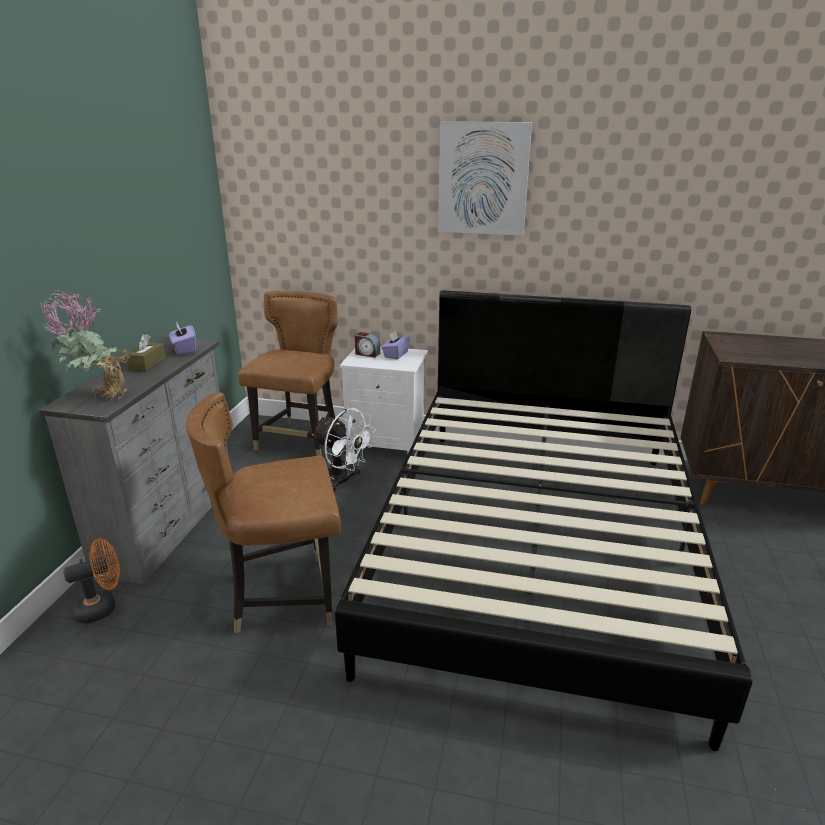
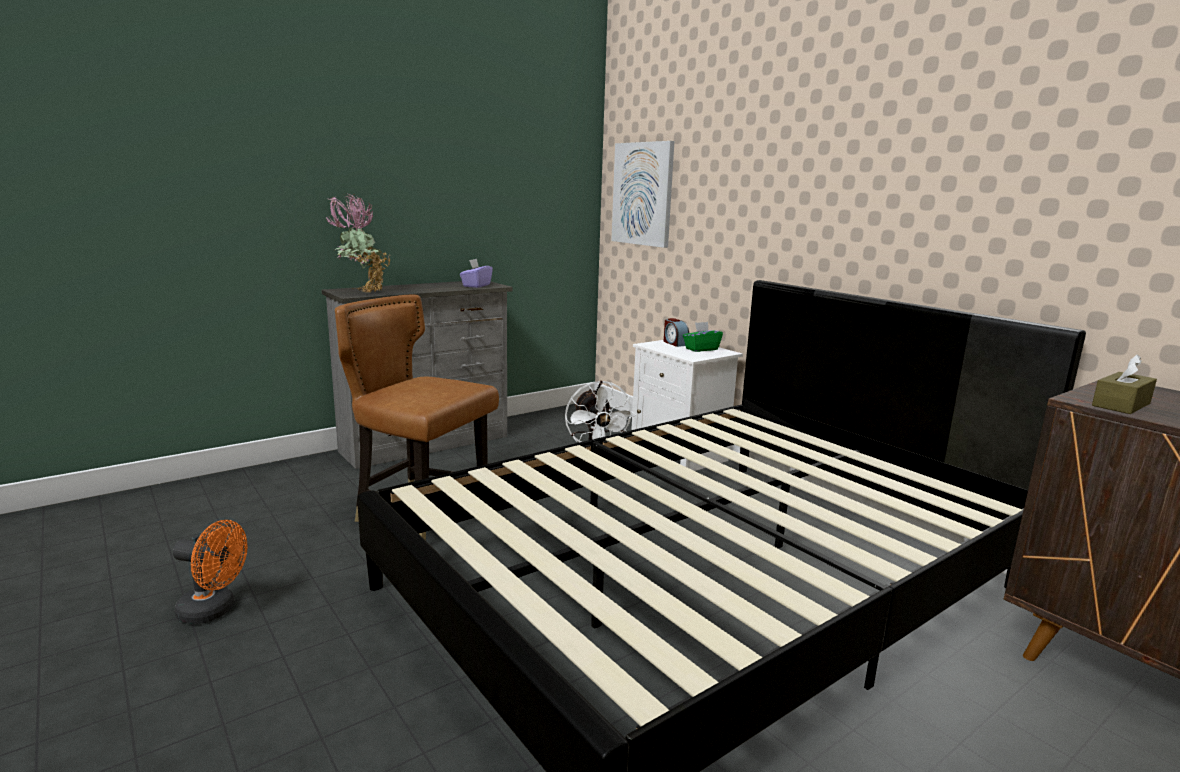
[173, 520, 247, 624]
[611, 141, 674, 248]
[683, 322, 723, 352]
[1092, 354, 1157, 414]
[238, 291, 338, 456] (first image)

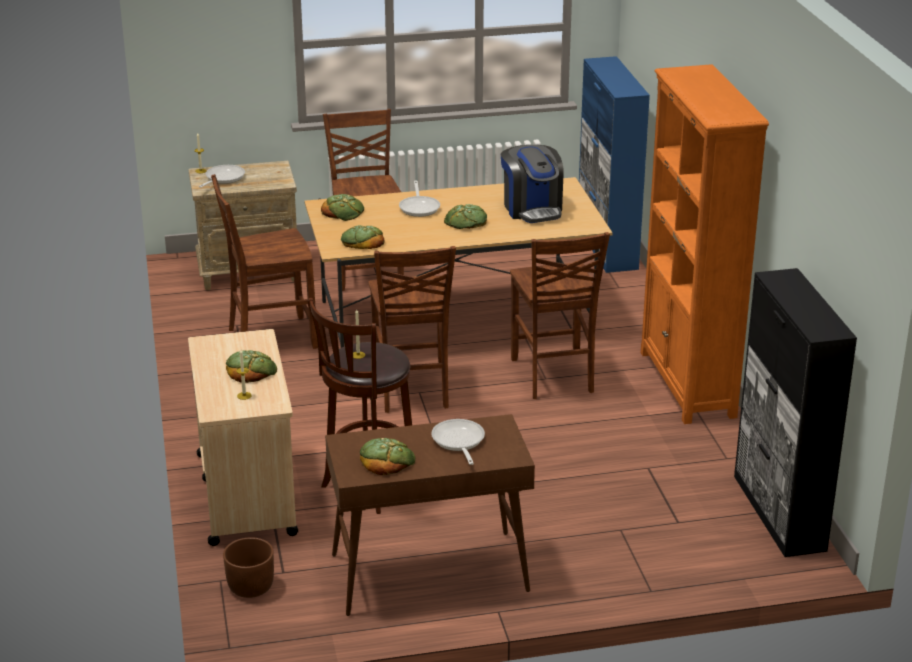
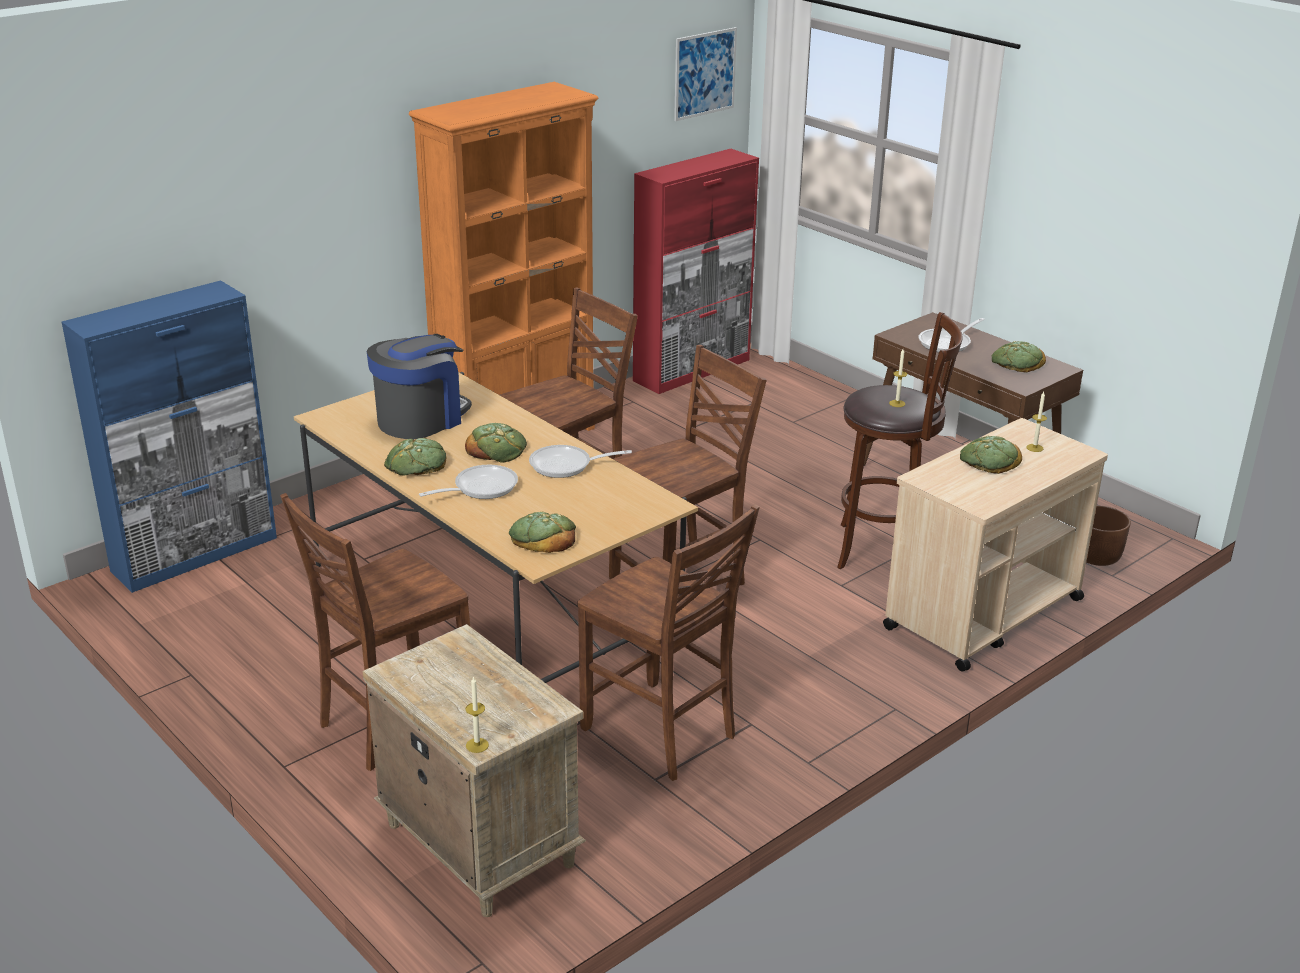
[384, 438, 447, 476]
[529, 445, 632, 478]
[633, 149, 759, 394]
[674, 27, 737, 121]

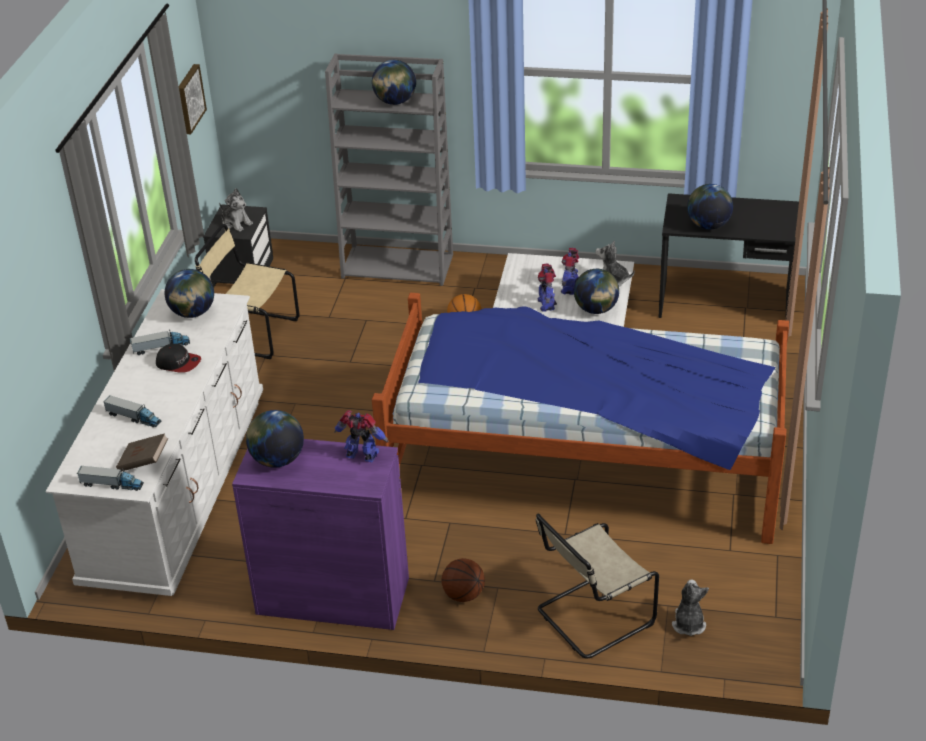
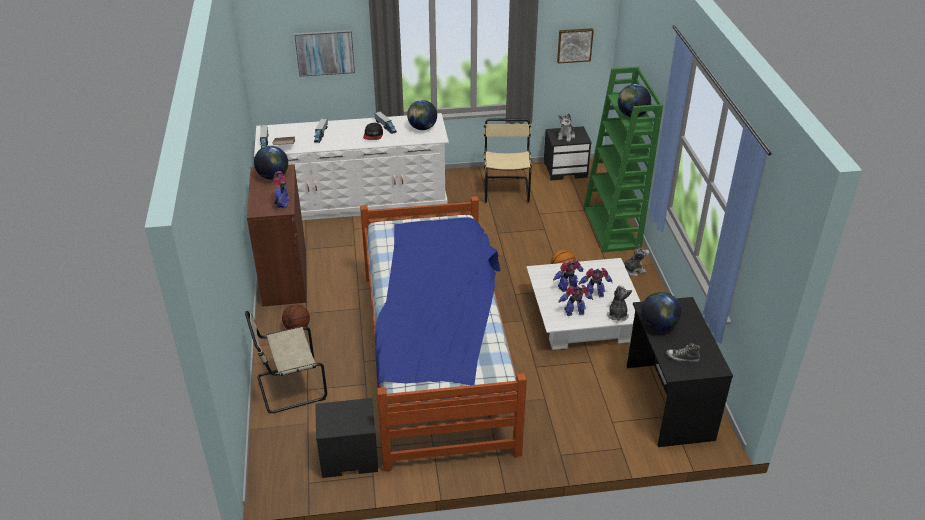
[245, 311, 327, 413]
[247, 164, 307, 306]
[294, 30, 355, 77]
[315, 398, 378, 478]
[558, 285, 593, 316]
[583, 67, 663, 253]
[624, 244, 650, 276]
[666, 343, 700, 362]

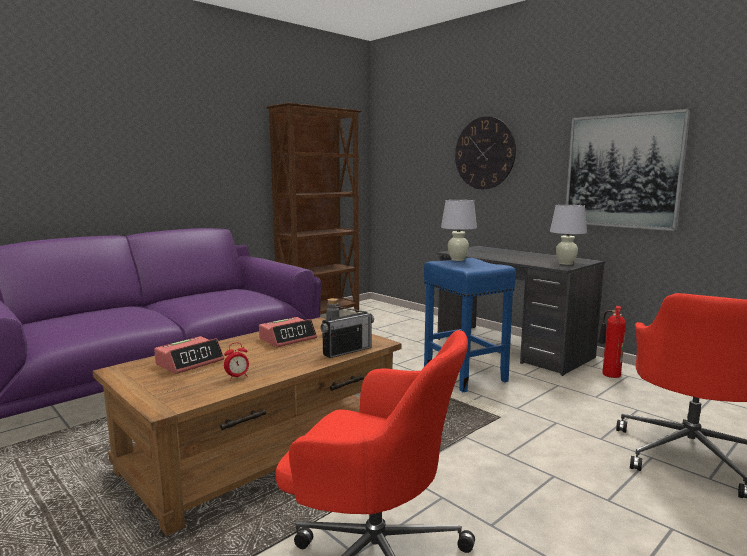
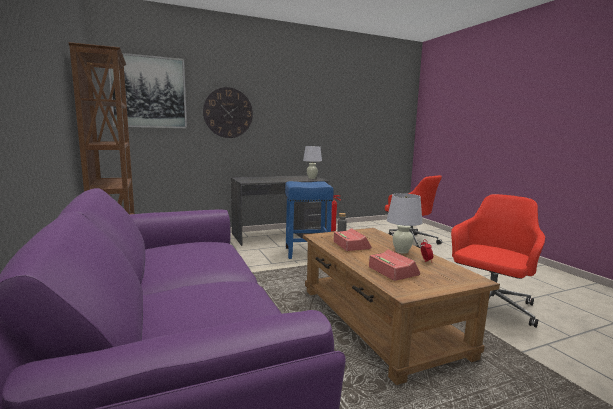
[108, 53, 187, 128]
[387, 193, 422, 254]
[320, 305, 374, 358] (first image)

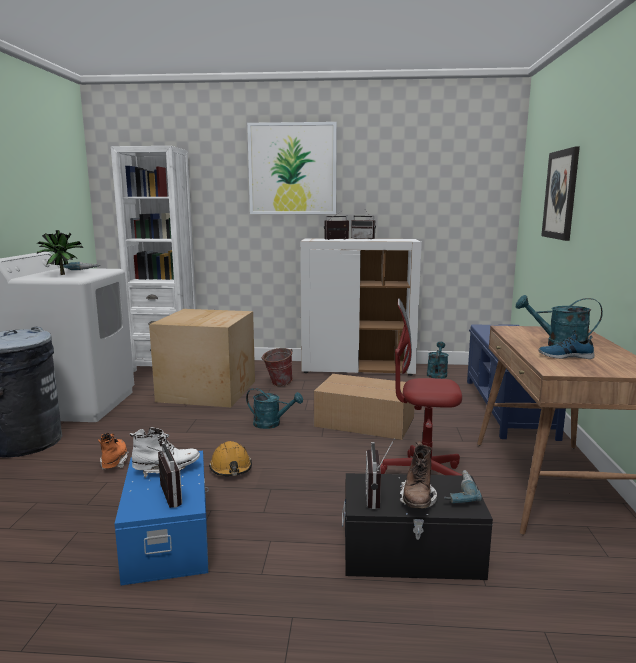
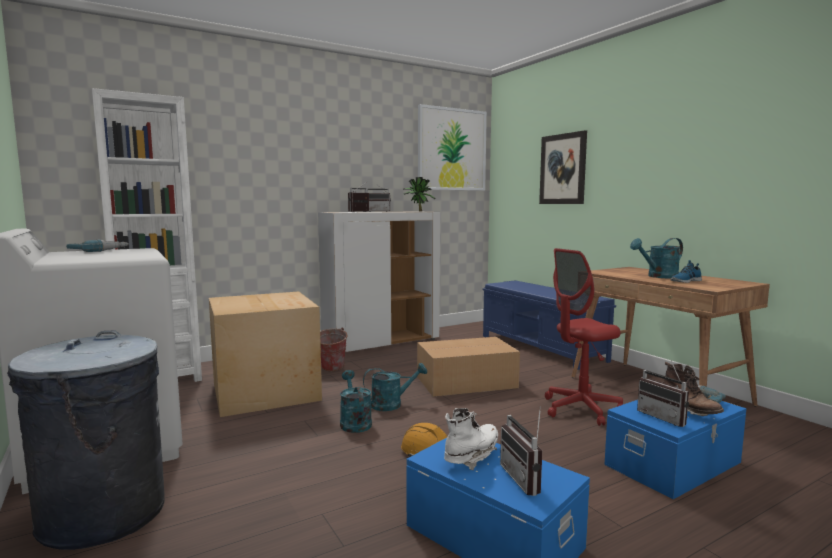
[340, 370, 372, 433]
[403, 177, 435, 212]
[418, 104, 487, 191]
[500, 407, 542, 496]
[604, 400, 746, 499]
[98, 433, 129, 469] (first image)

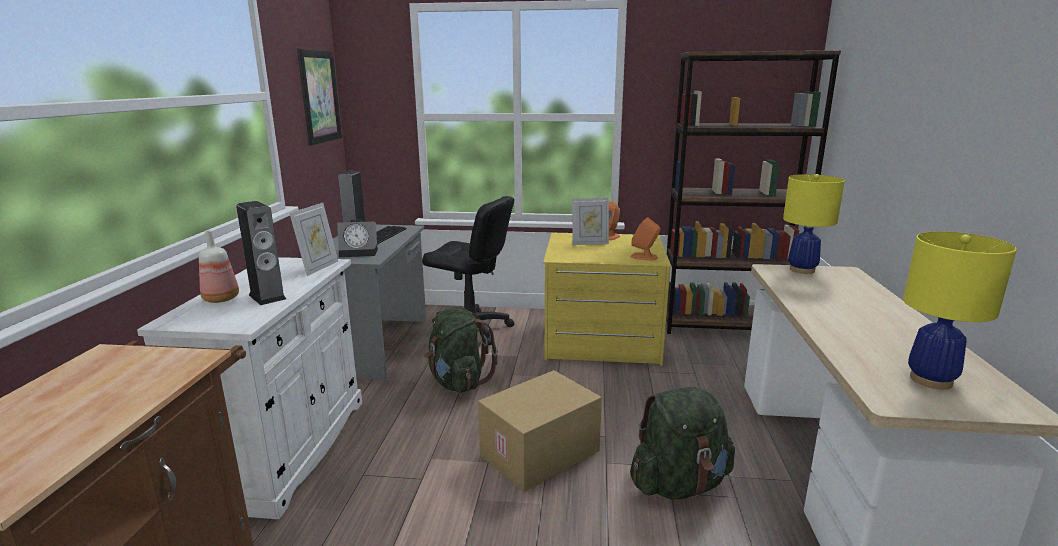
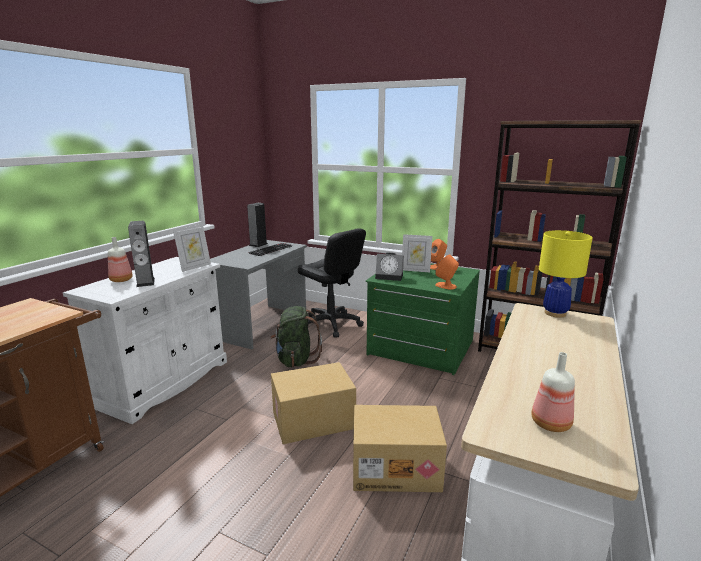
[353, 405, 447, 492]
[365, 264, 480, 375]
[375, 253, 404, 281]
[531, 352, 575, 432]
[297, 49, 342, 145] (first image)

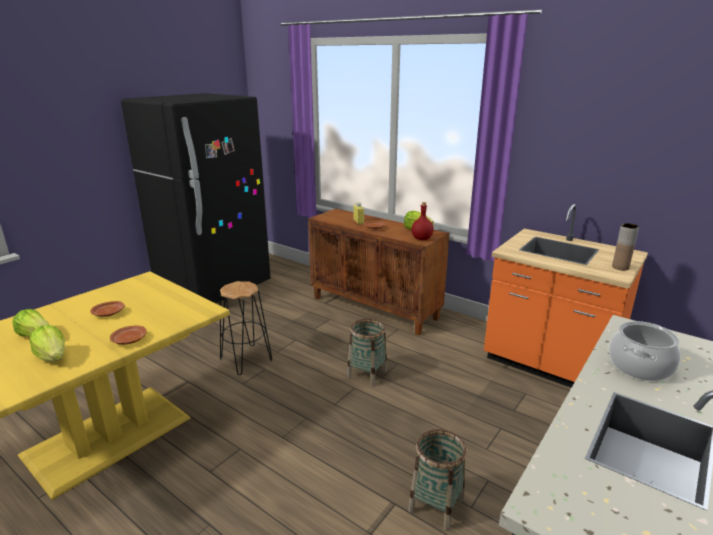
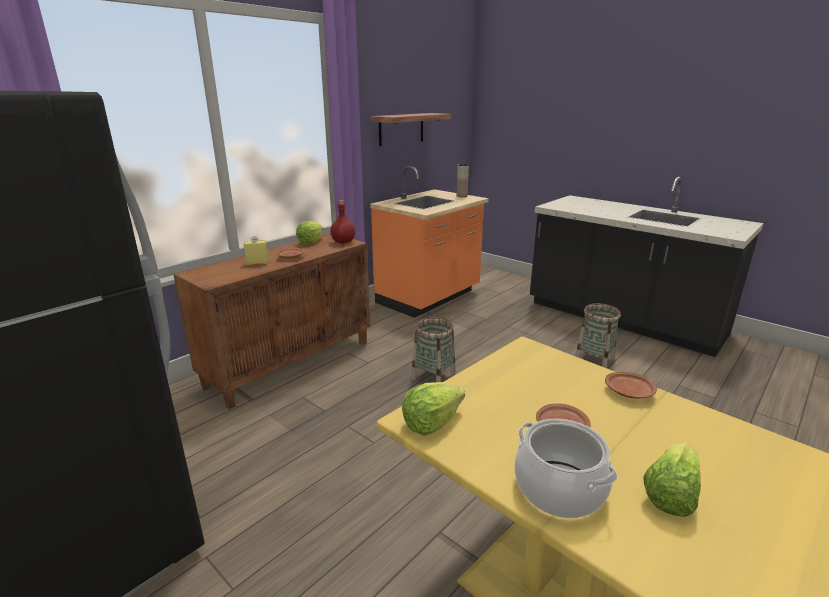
[371, 113, 451, 146]
[402, 382, 465, 436]
[514, 419, 618, 518]
[220, 281, 272, 375] (first image)

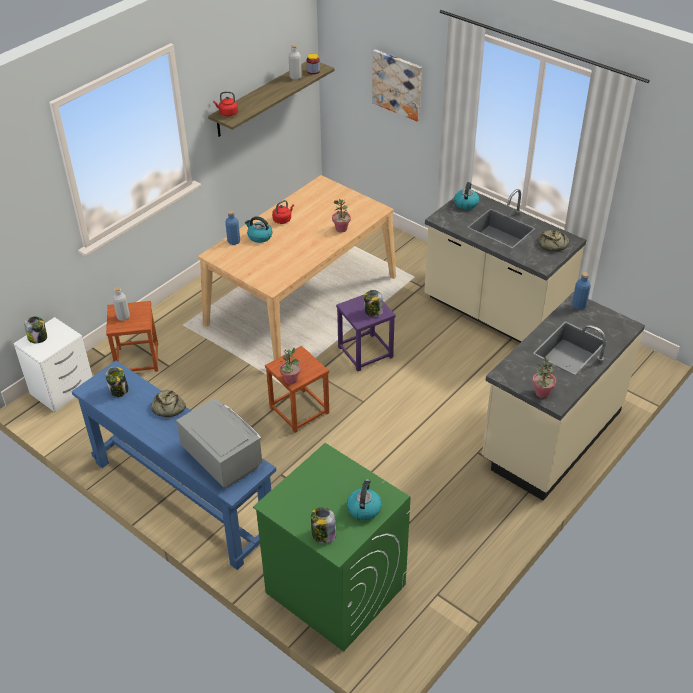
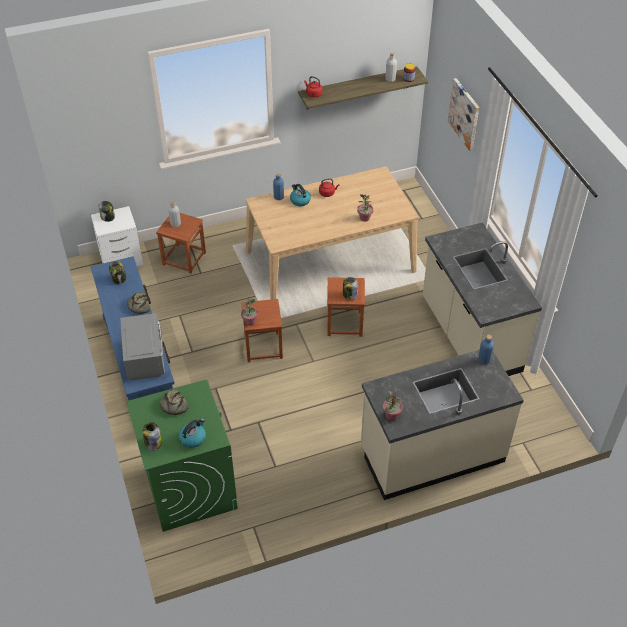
[160, 389, 189, 415]
[327, 277, 365, 337]
[454, 182, 479, 210] (first image)

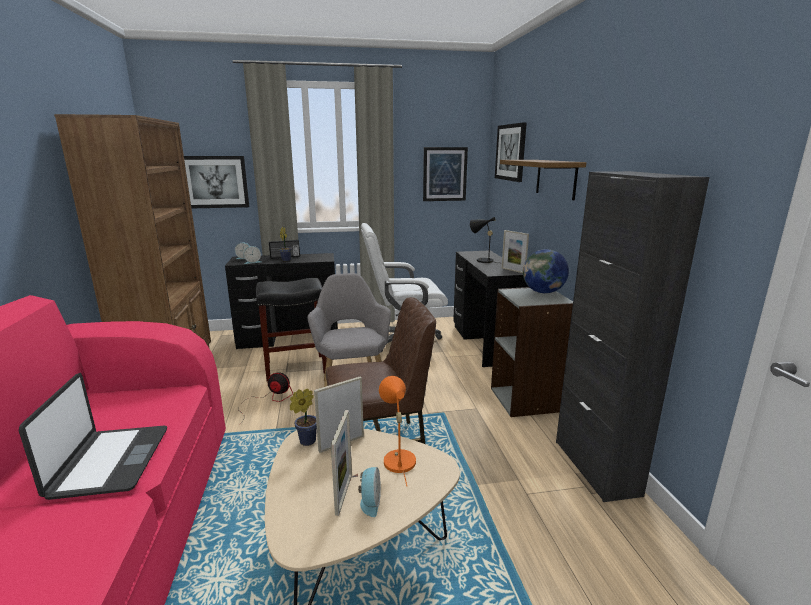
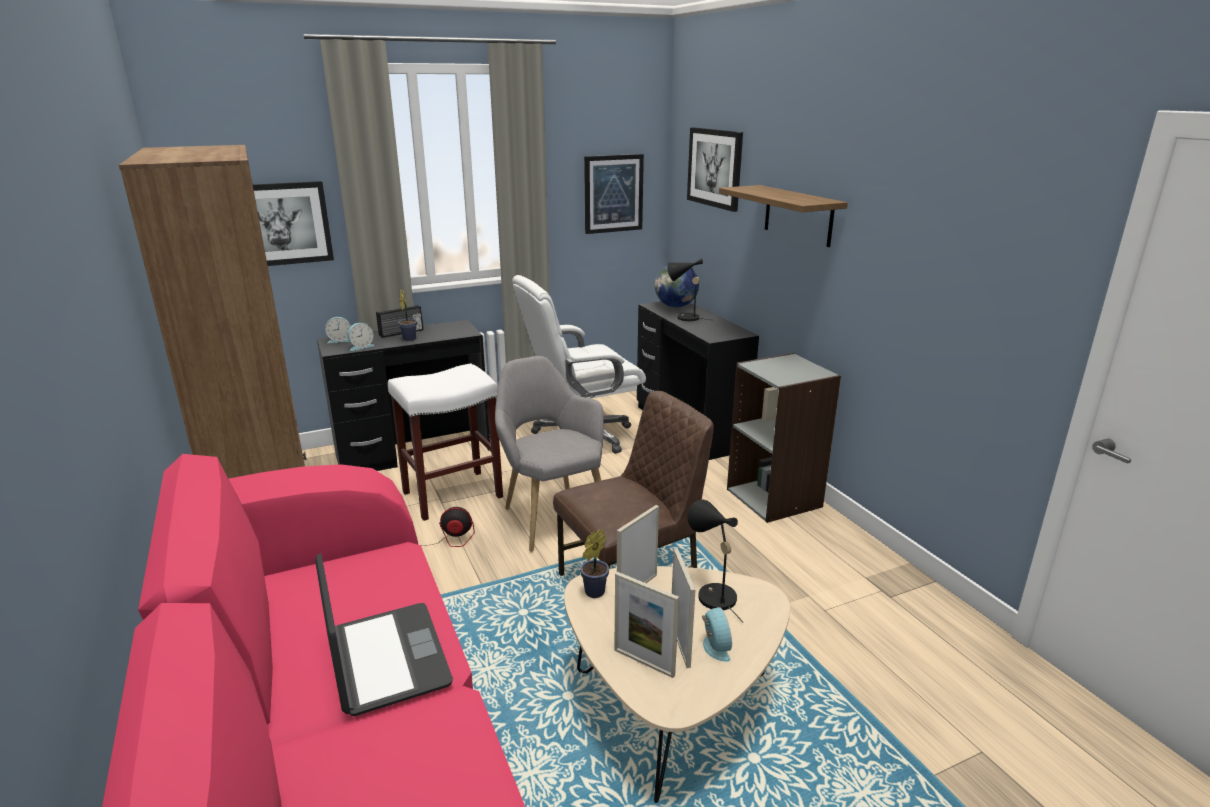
[388, 364, 503, 521]
[615, 572, 679, 678]
[655, 266, 699, 307]
[687, 499, 744, 623]
[556, 171, 710, 502] (first image)

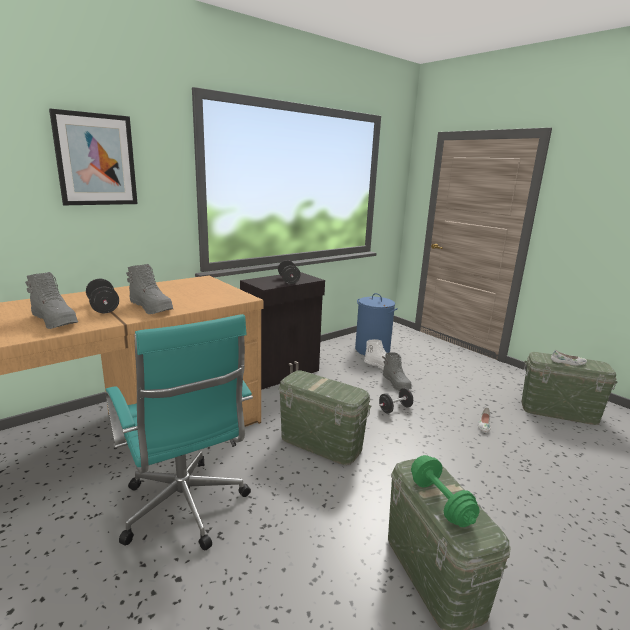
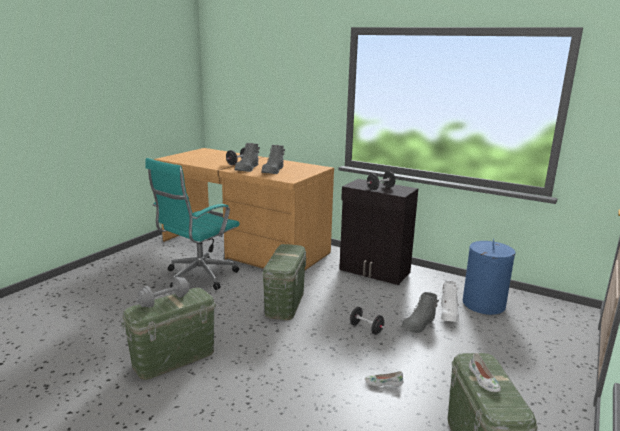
[136, 277, 190, 308]
[261, 145, 285, 174]
[49, 109, 138, 205] (first image)

